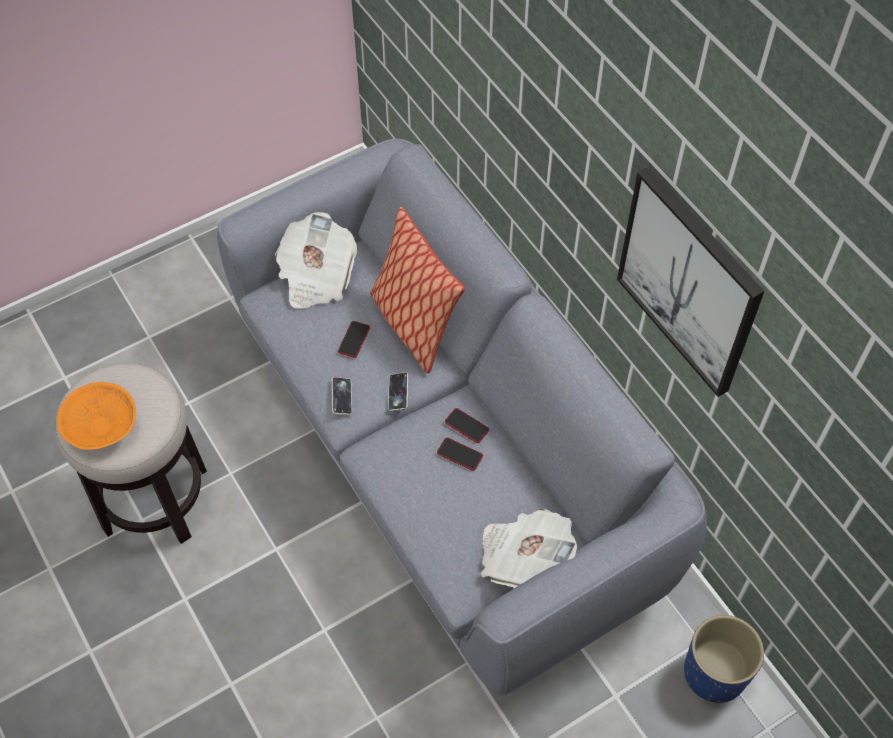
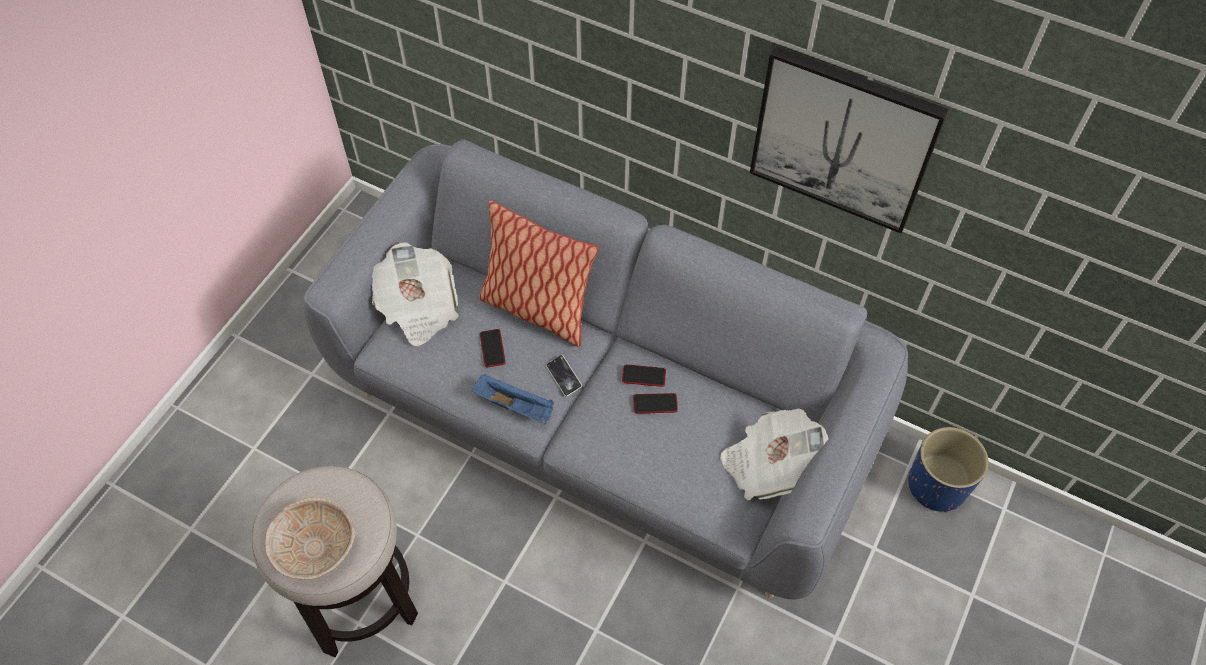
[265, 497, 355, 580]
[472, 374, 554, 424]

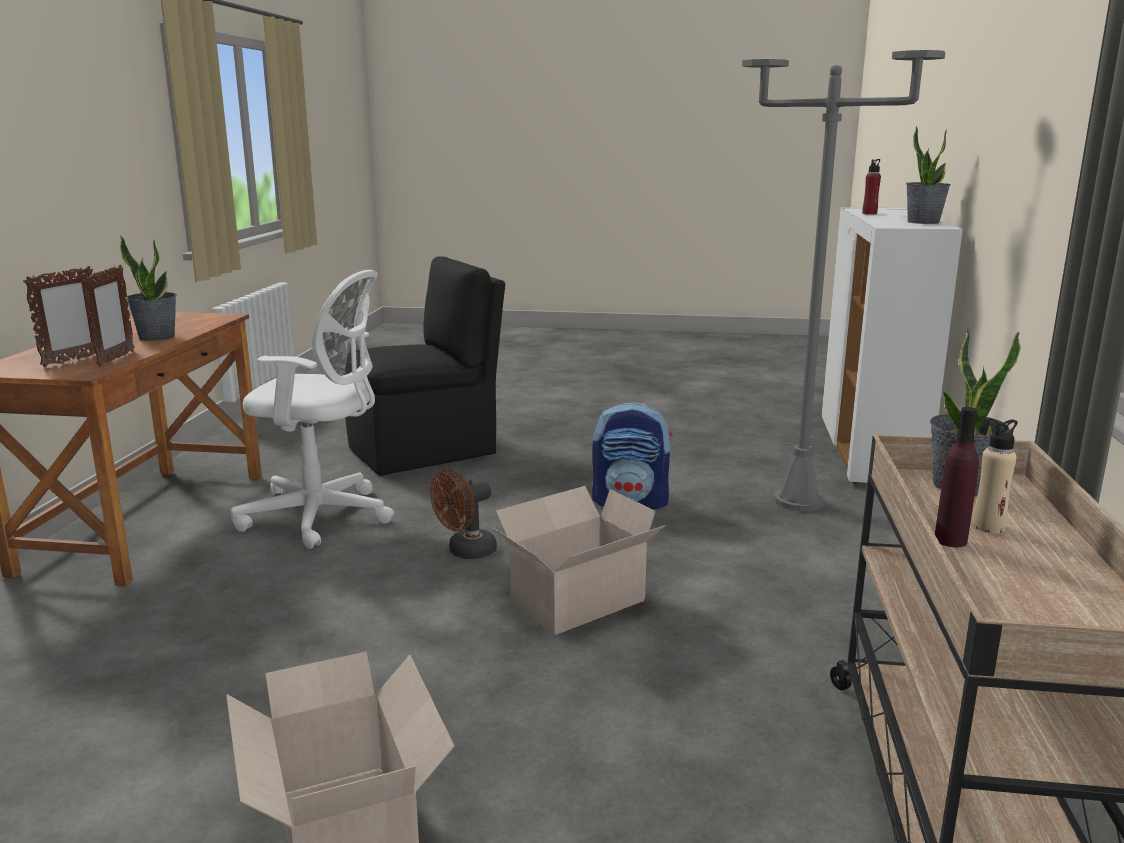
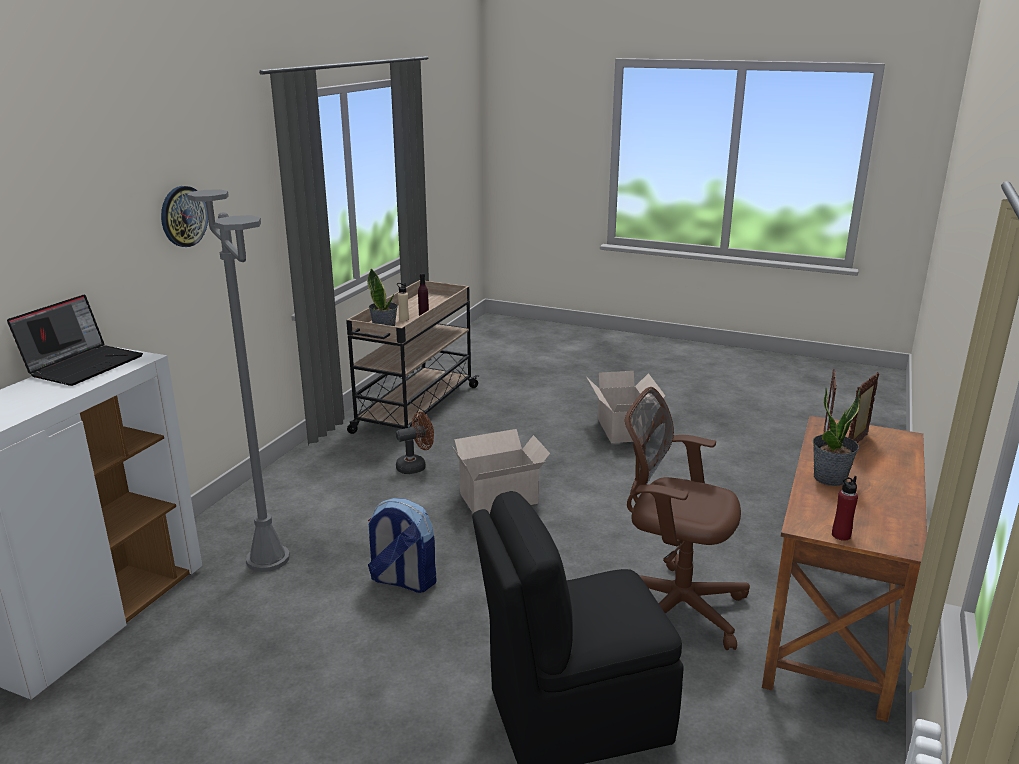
[7, 294, 143, 386]
[161, 186, 208, 247]
[396, 412, 434, 474]
[625, 387, 750, 650]
[832, 476, 858, 541]

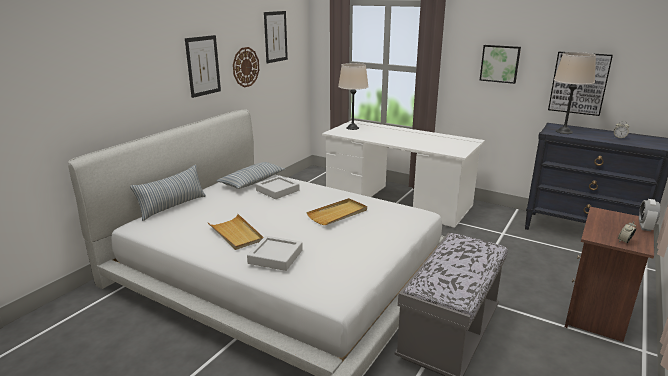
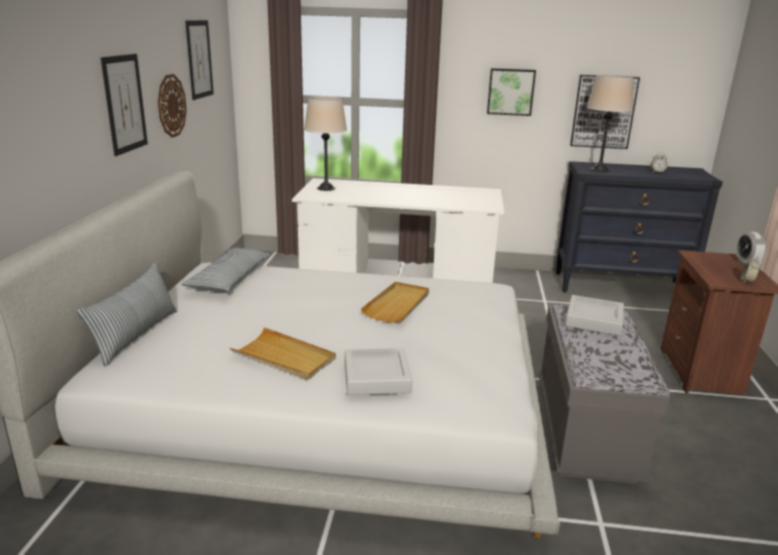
[565, 295, 624, 336]

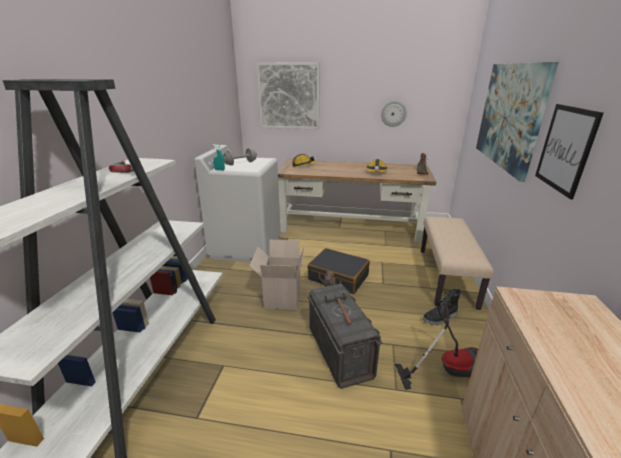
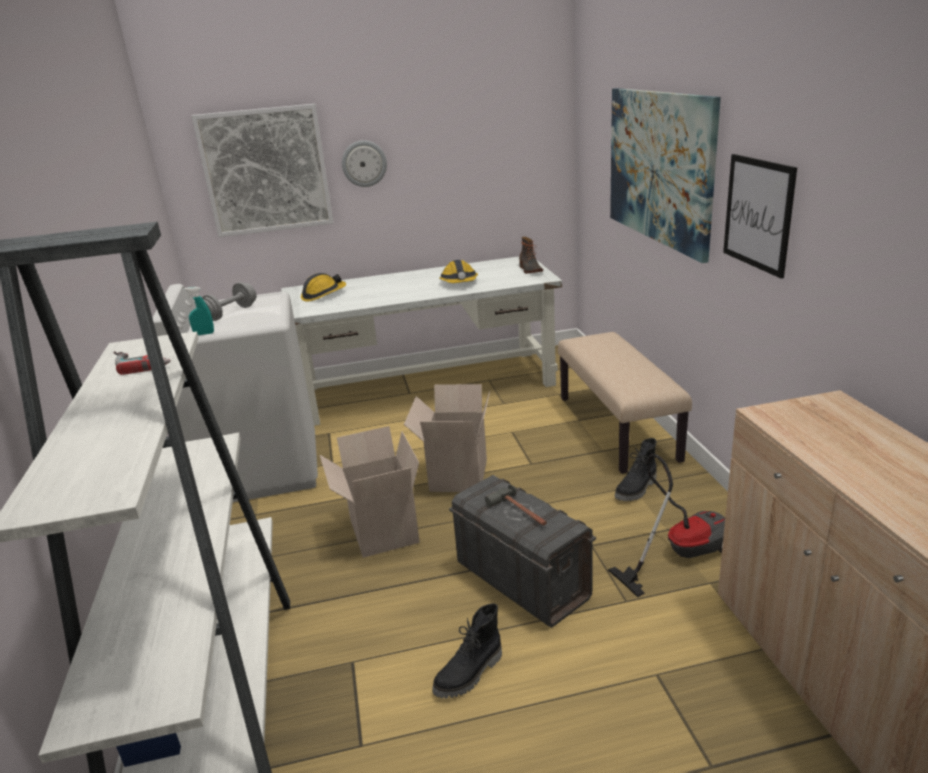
[281, 256, 562, 426]
[342, 140, 387, 187]
[404, 384, 490, 492]
[432, 603, 502, 699]

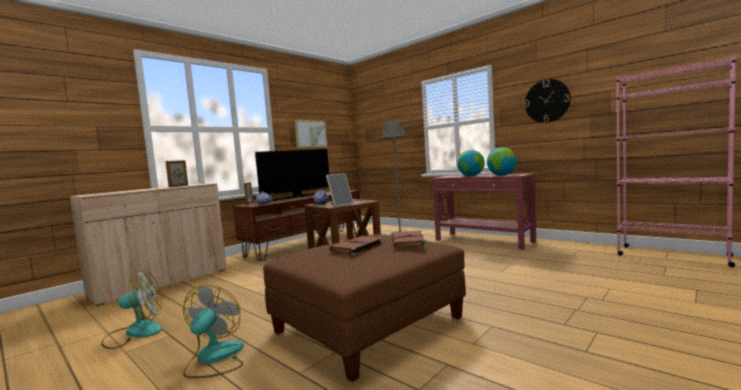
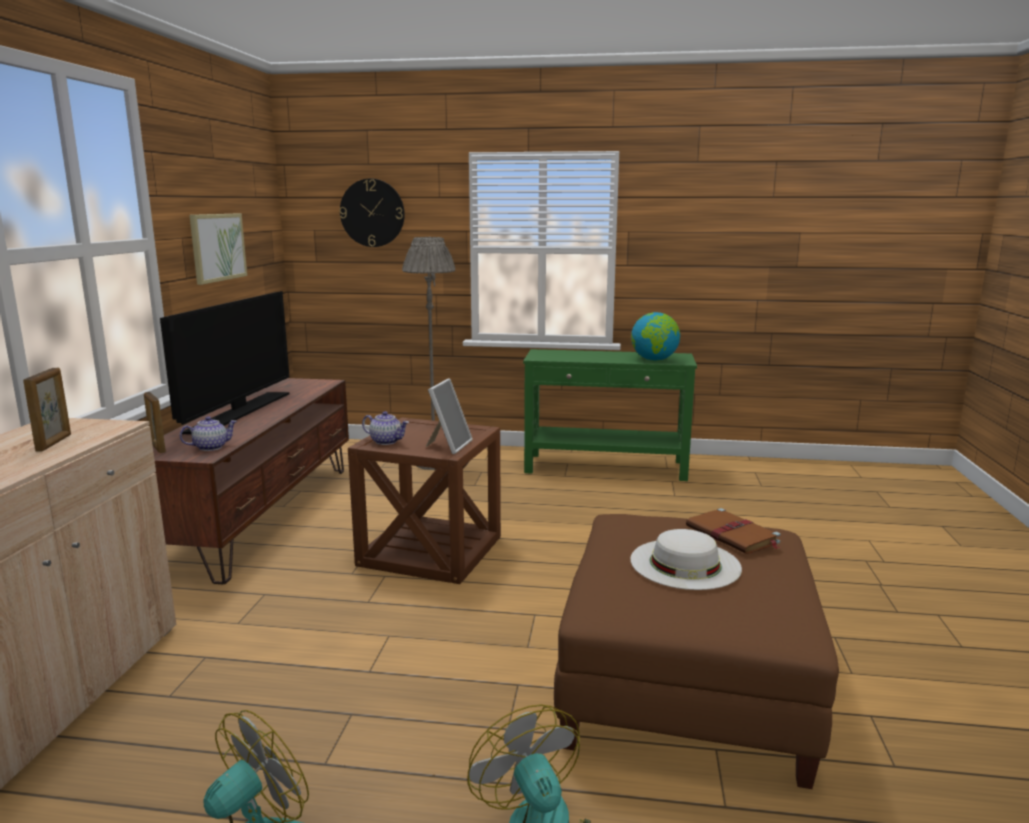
[339, 179, 405, 247]
[523, 349, 697, 481]
[630, 529, 742, 590]
[457, 150, 485, 176] (first image)
[616, 56, 737, 267] (first image)

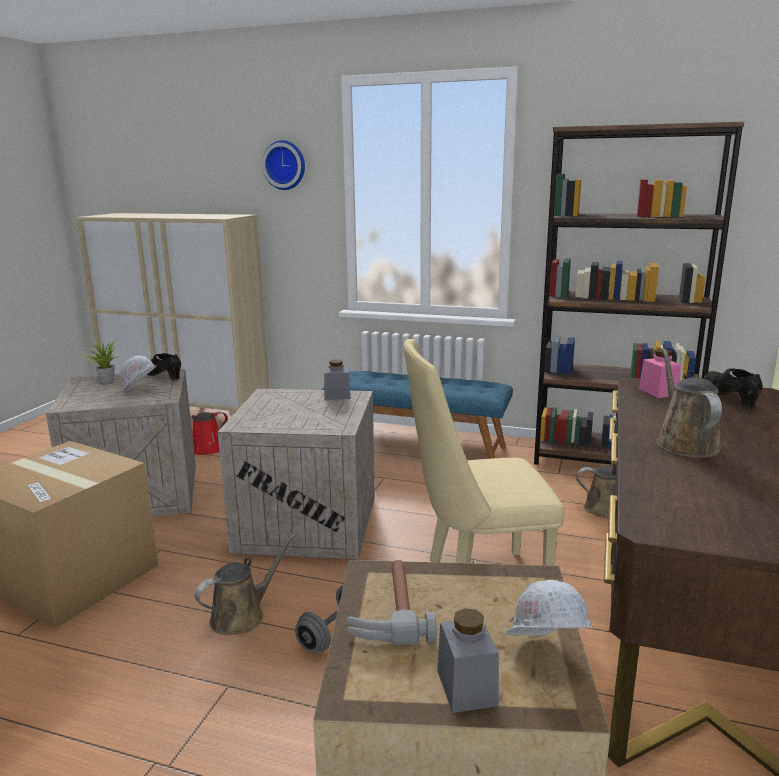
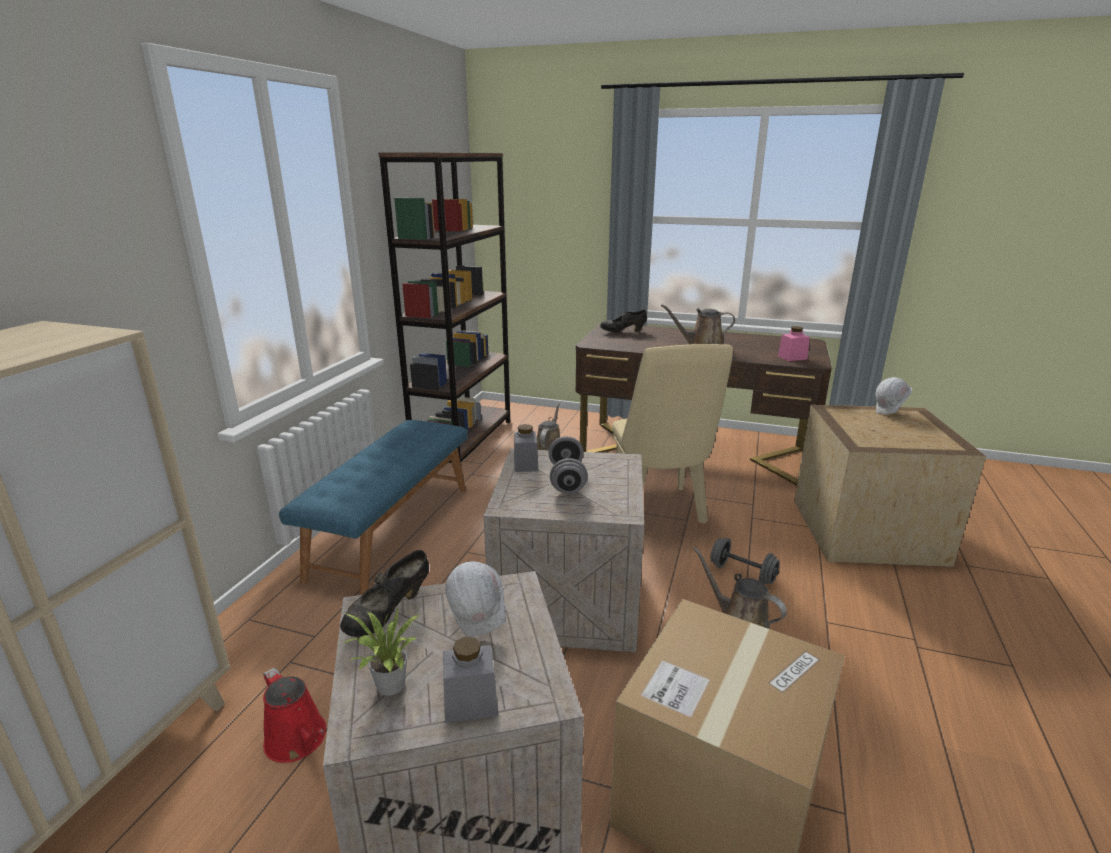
[443, 636, 498, 723]
[548, 436, 588, 494]
[778, 326, 810, 361]
[262, 140, 305, 190] (first image)
[345, 560, 437, 645] (first image)

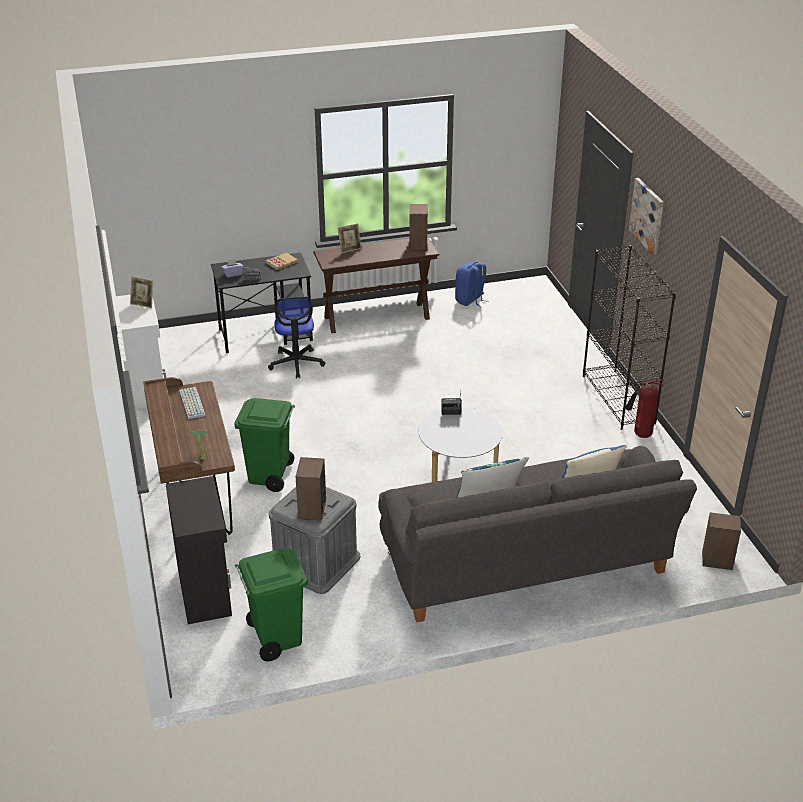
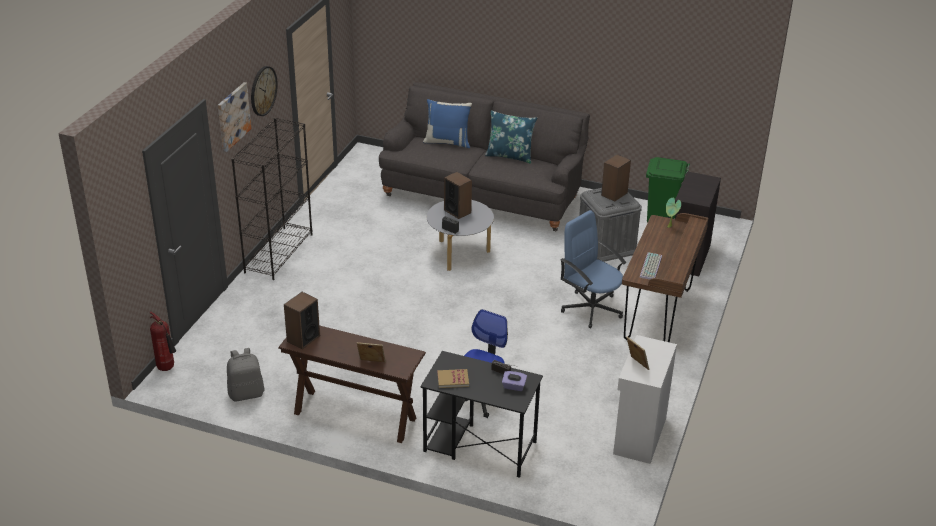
[149, 312, 176, 371]
[227, 348, 265, 402]
[251, 66, 278, 116]
[444, 172, 472, 219]
[561, 210, 626, 328]

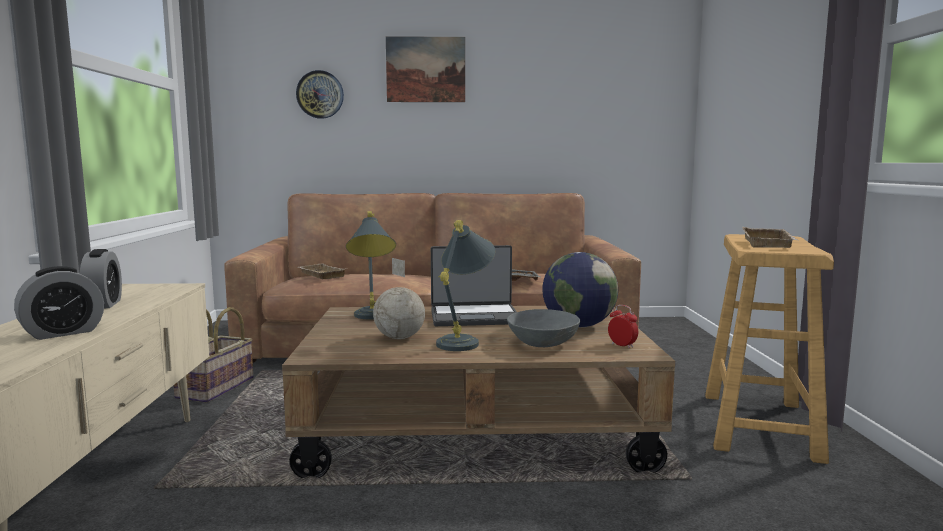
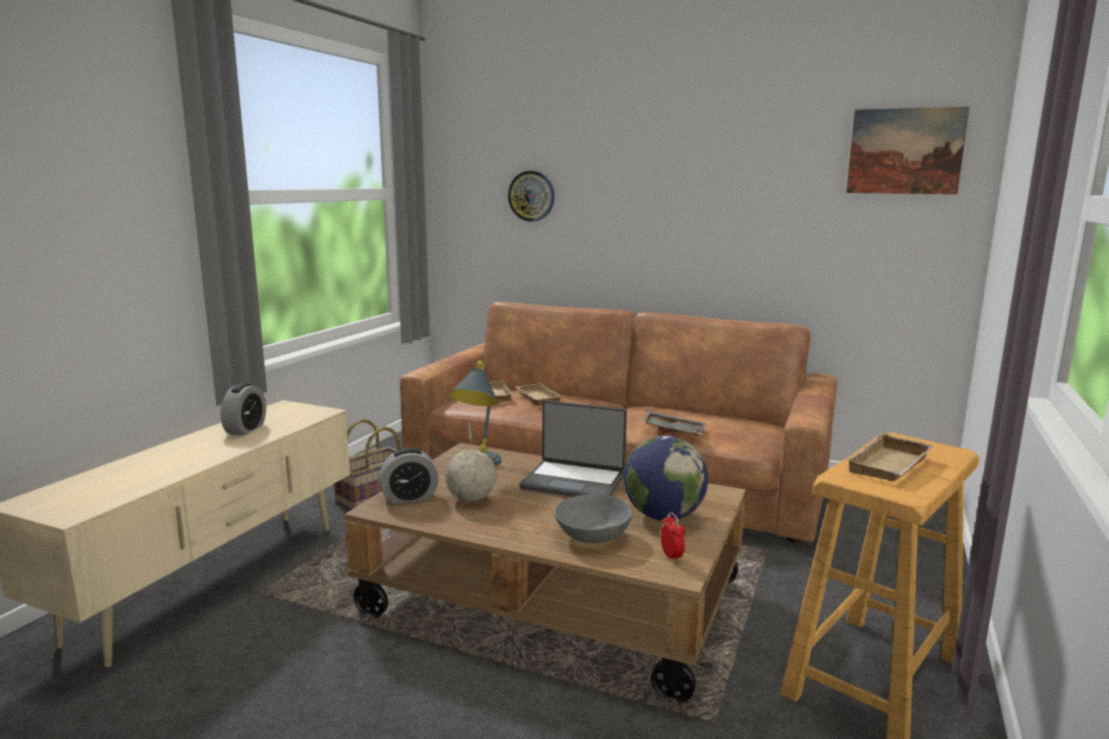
[379, 448, 439, 504]
[515, 383, 563, 406]
[846, 106, 970, 194]
[436, 220, 495, 351] (first image)

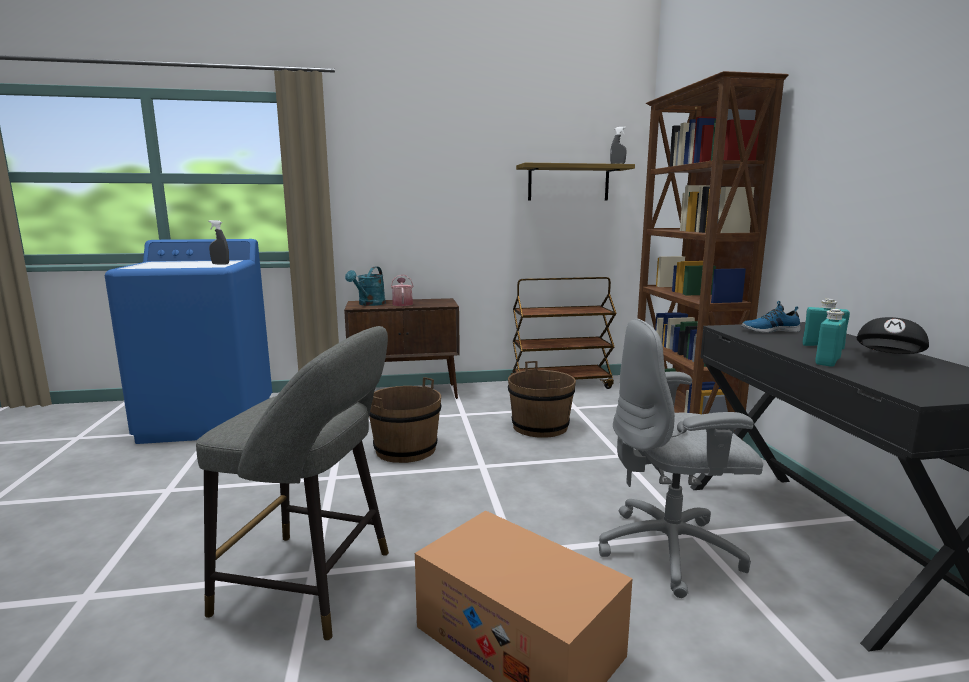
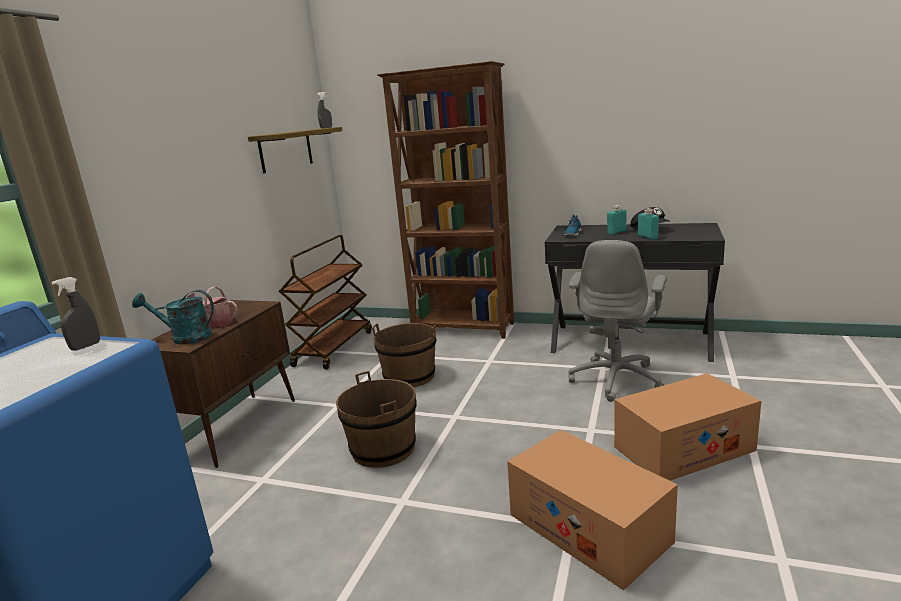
[132, 290, 214, 345]
[507, 430, 678, 590]

